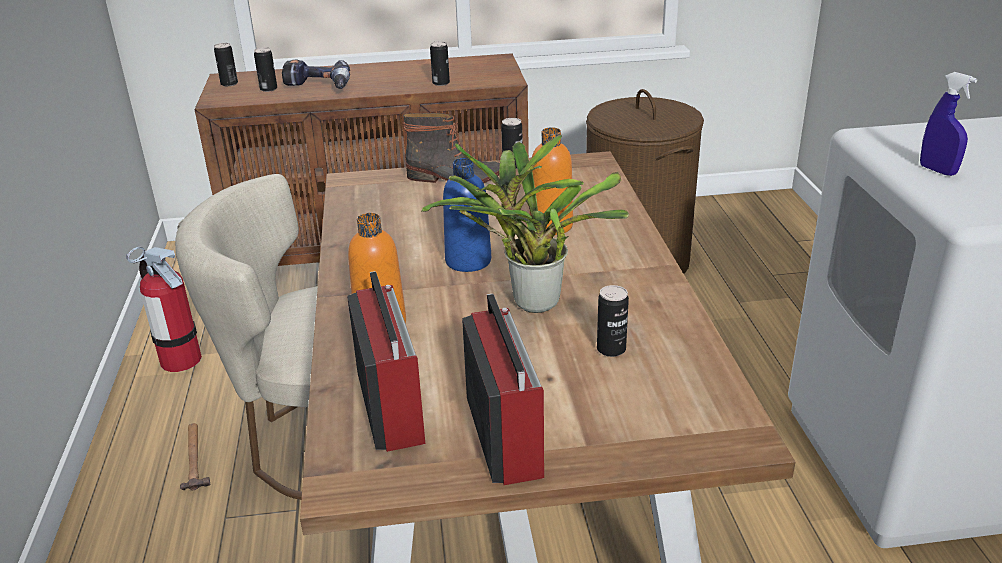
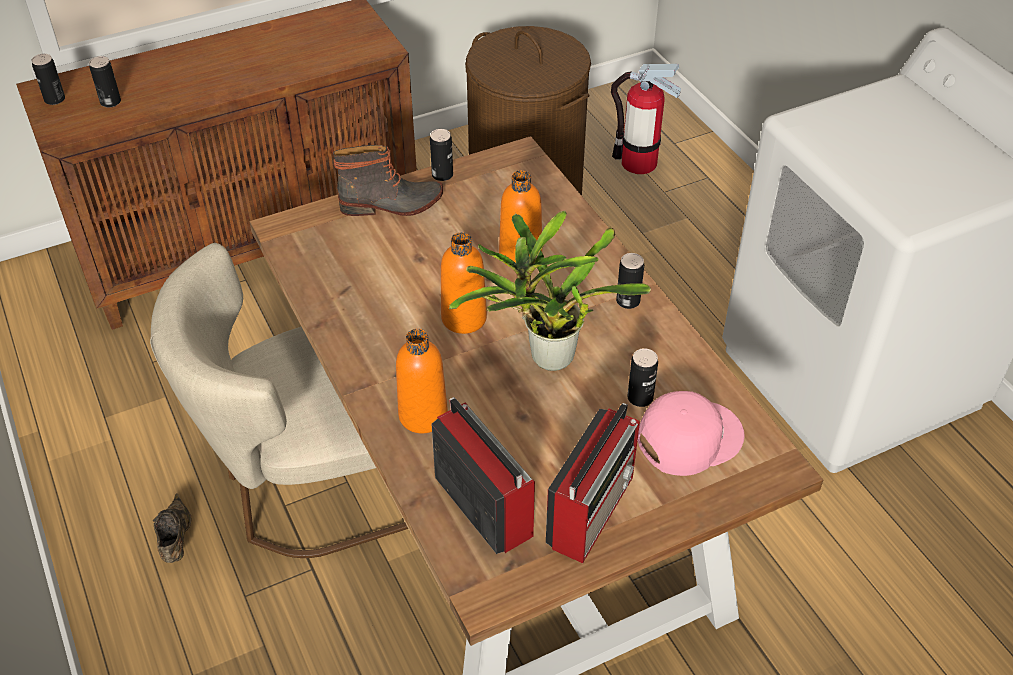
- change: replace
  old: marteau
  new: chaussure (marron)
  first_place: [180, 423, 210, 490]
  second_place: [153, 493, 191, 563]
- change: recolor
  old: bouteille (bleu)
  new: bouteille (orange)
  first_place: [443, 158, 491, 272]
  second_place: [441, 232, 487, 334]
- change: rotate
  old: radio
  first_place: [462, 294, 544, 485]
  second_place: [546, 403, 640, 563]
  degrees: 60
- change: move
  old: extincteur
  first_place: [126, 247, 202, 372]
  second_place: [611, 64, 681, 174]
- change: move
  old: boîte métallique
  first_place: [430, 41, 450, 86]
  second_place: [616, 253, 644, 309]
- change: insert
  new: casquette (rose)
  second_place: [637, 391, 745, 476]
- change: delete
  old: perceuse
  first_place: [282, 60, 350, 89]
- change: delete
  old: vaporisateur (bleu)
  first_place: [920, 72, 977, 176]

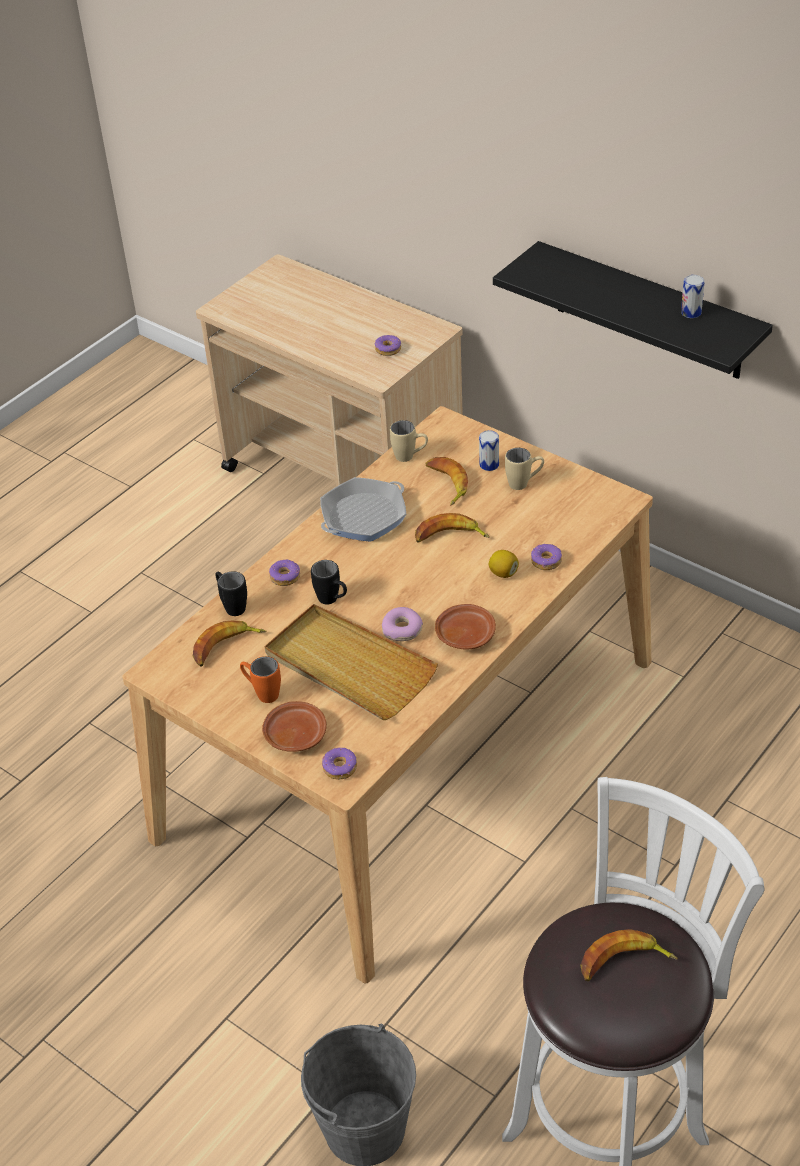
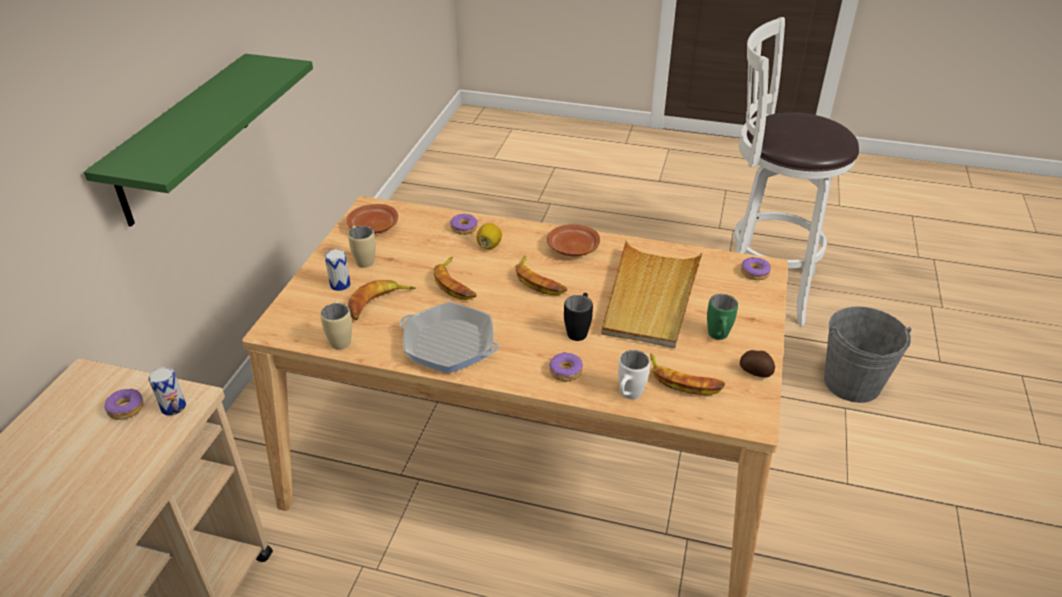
- change: recolor
  old: étagère (noir)
  new: étagère (vert)
  first_place: [493, 241, 773, 379]
  second_place: [84, 54, 313, 227]
- change: move
  old: boîte métallique
  first_place: [681, 275, 705, 318]
  second_place: [149, 367, 186, 416]
- change: move
  old: assiette (marron)
  first_place: [262, 701, 327, 752]
  second_place: [347, 204, 398, 234]
- change: move
  old: banane
  first_place: [580, 929, 677, 981]
  second_place: [515, 255, 567, 295]
- change: recolor
  old: mug (noir)
  new: mug (blanc)
  first_place: [215, 571, 247, 616]
  second_place: [618, 350, 650, 399]
- change: recolor
  old: mug (orange)
  new: mug (vert)
  first_place: [240, 656, 281, 703]
  second_place: [707, 294, 738, 340]
- change: insert
  new: pomme de terre
  second_place: [740, 350, 775, 377]
- change: delete
  old: beignet
  first_place: [382, 607, 423, 641]

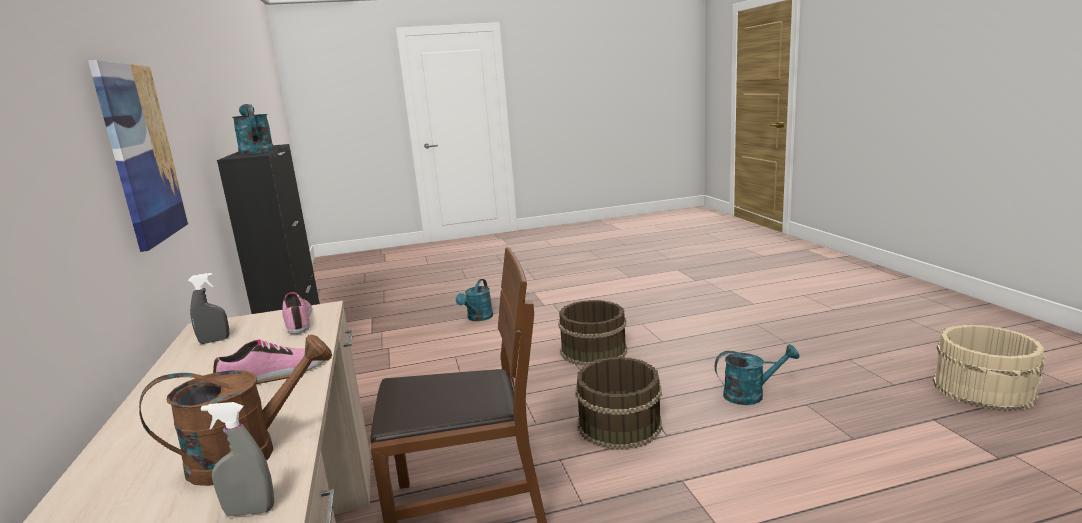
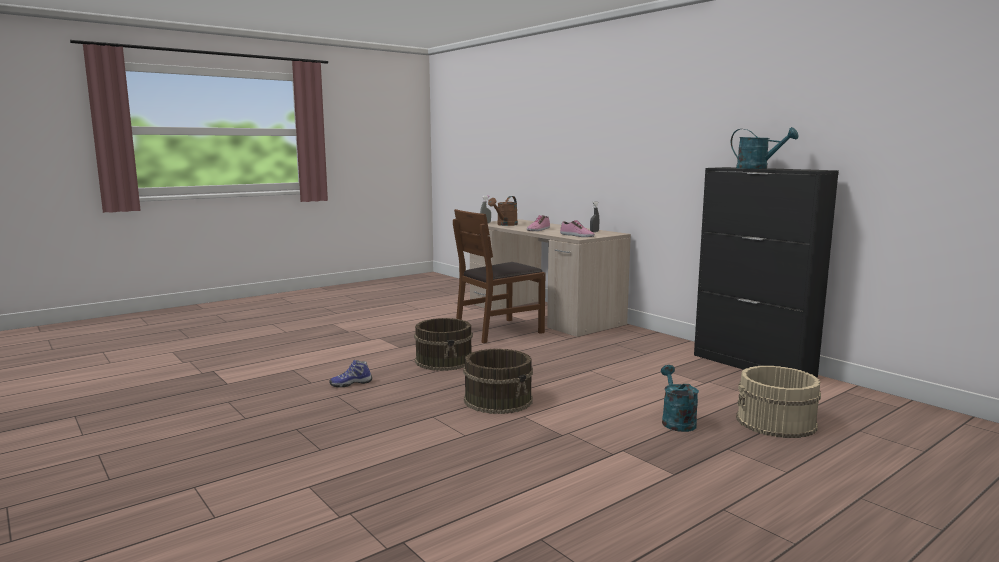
- change: replace
  old: arrosoir (turquoise)
  new: chaussure
  first_place: [715, 344, 800, 405]
  second_place: [330, 360, 372, 388]
- change: move
  old: seau (beige)
  first_place: [933, 325, 1047, 412]
  second_place: [736, 366, 821, 438]
- change: delete
  old: tableau
  first_place: [88, 60, 189, 252]

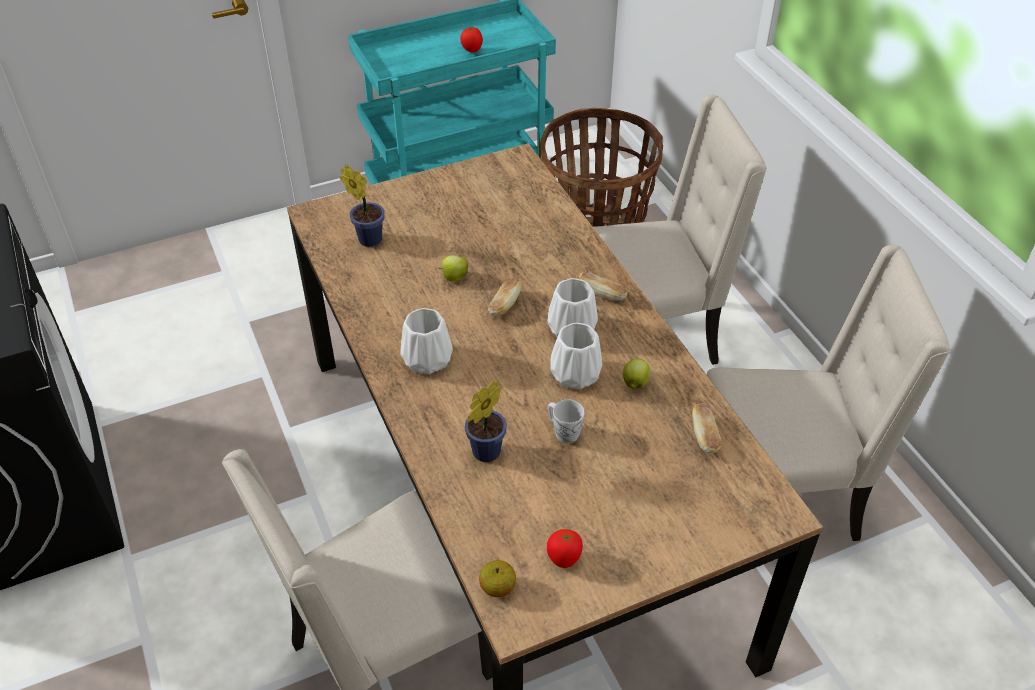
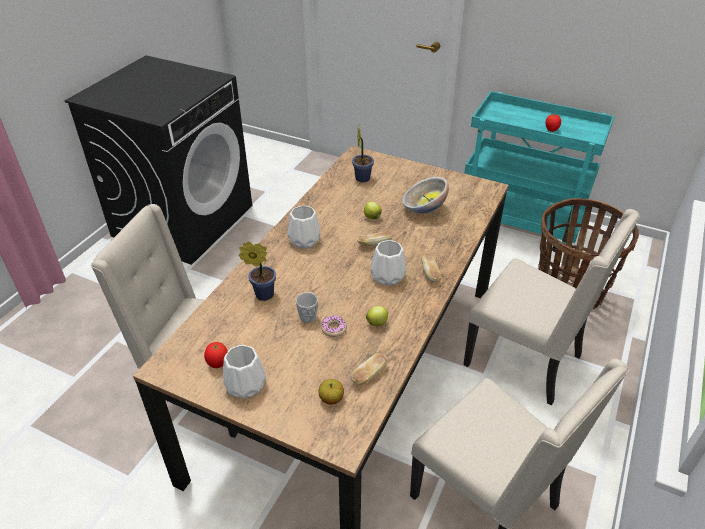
- change: move
  old: vase (blanc)
  first_place: [550, 323, 602, 390]
  second_place: [223, 345, 266, 399]
- change: move
  old: pomme
  first_place: [479, 560, 516, 597]
  second_place: [318, 379, 344, 405]
- change: insert
  new: beignet
  second_place: [321, 315, 347, 337]
- change: insert
  new: bol
  second_place: [402, 177, 449, 214]

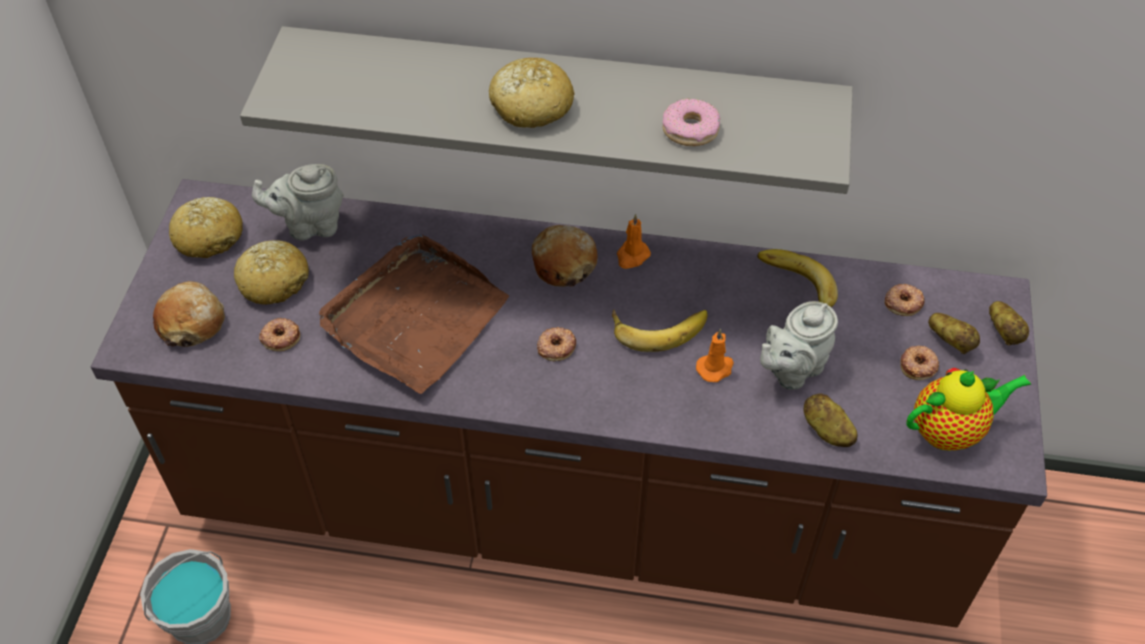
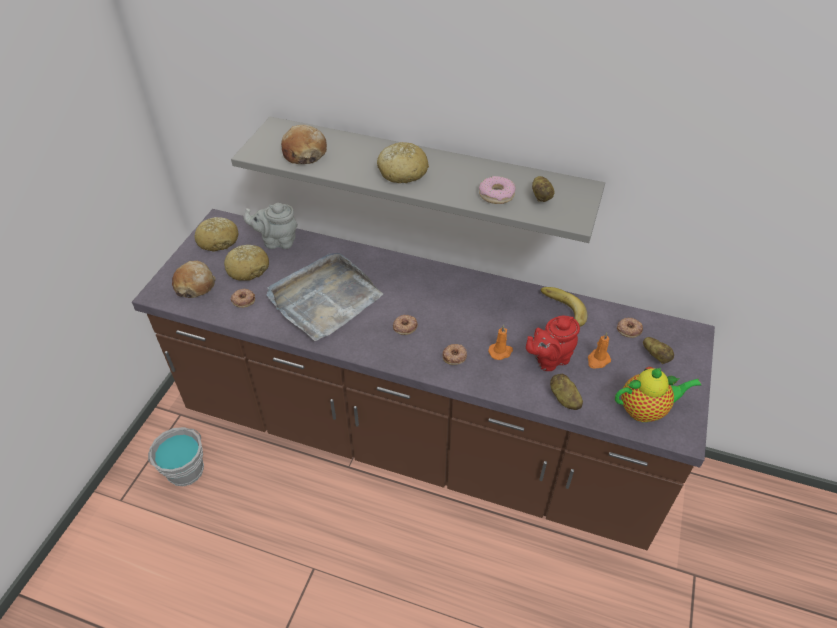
- change: recolor
  old: plateau (marron)
  new: plateau (gris)
  first_place: [319, 234, 509, 394]
  second_place: [266, 253, 383, 341]
- change: move
  old: pain
  first_place: [532, 225, 598, 287]
  second_place: [281, 125, 327, 164]
- change: move
  old: beignet
  first_place: [900, 346, 939, 380]
  second_place: [443, 344, 467, 365]
- change: recolor
  old: théière (gris)
  new: théière (rouge)
  first_place: [760, 301, 838, 390]
  second_place: [526, 316, 580, 371]
- change: move
  old: pomme de terre
  first_place: [989, 301, 1029, 346]
  second_place: [532, 176, 554, 202]
- change: move
  old: bougie (orange)
  first_place: [617, 214, 651, 269]
  second_place: [588, 333, 611, 368]
- change: delete
  old: banane
  first_place: [612, 309, 708, 352]

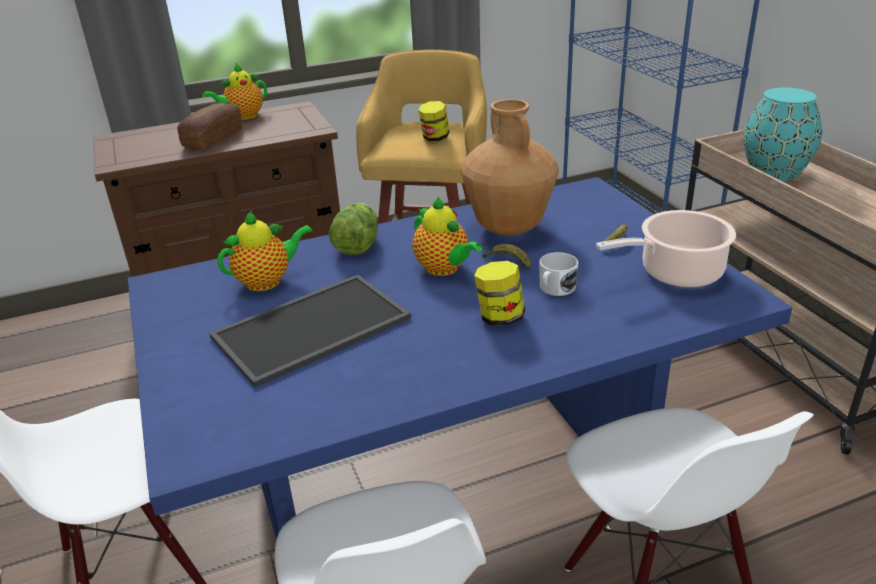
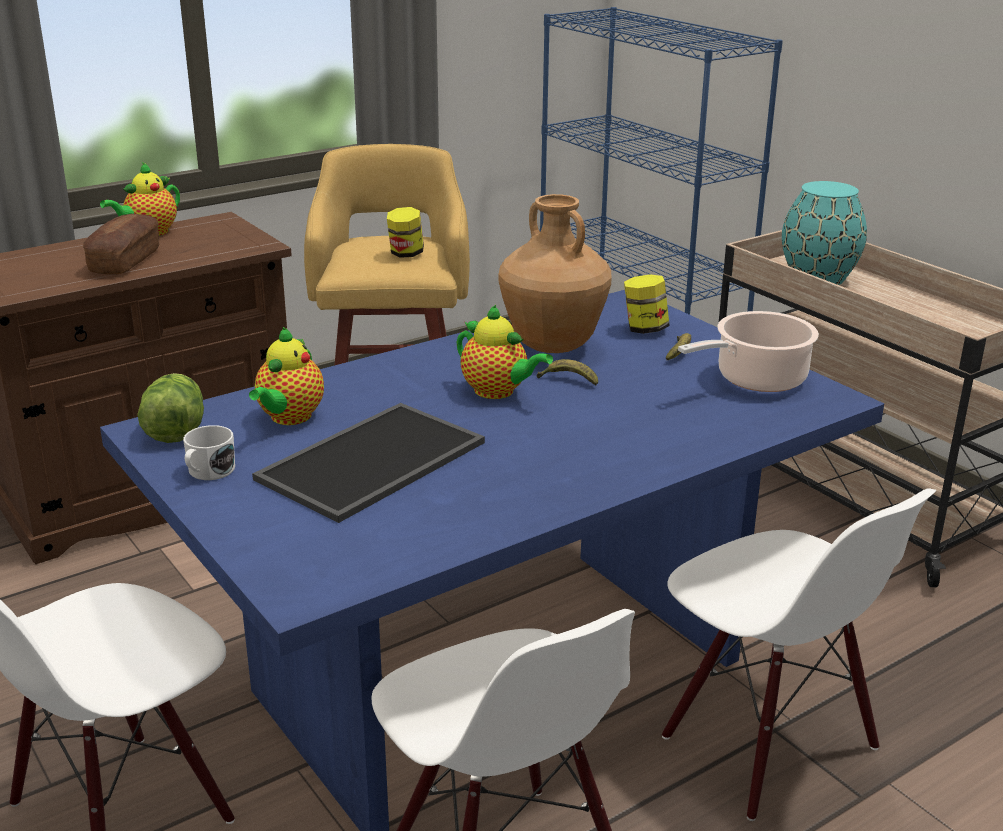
- change: move
  old: laitue
  first_place: [329, 203, 378, 255]
  second_place: [137, 373, 204, 443]
- change: move
  old: mug (blanc)
  first_place: [539, 252, 578, 296]
  second_place: [183, 425, 235, 480]
- change: rotate
  old: théière
  first_place: [217, 211, 313, 291]
  second_place: [249, 327, 324, 425]
  degrees: 150
- change: move
  old: bocal
  first_place: [474, 261, 525, 326]
  second_place: [624, 274, 670, 334]

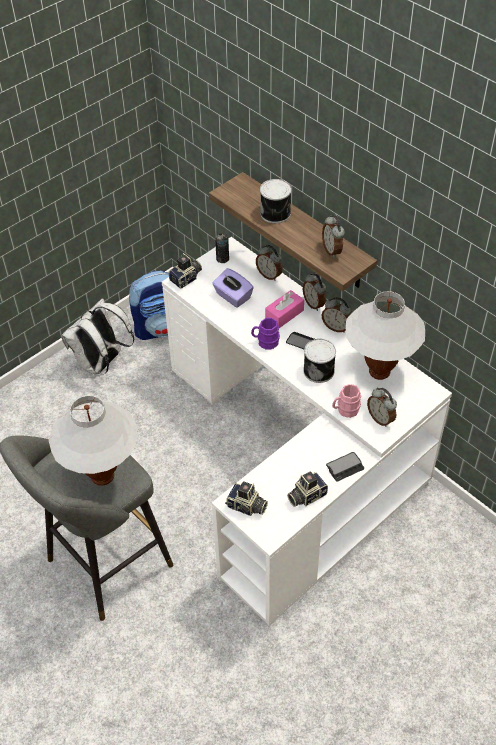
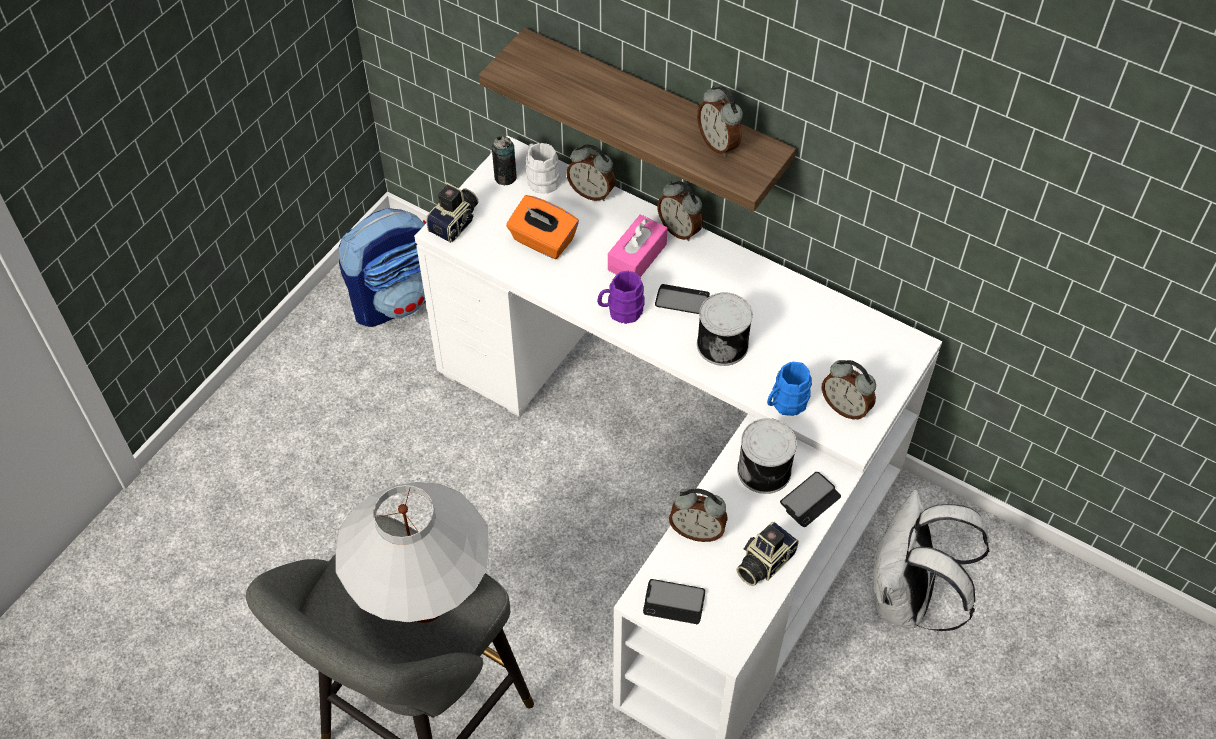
- change: recolor
  old: boîte à mouchoirs (violet)
  new: boîte à mouchoirs (orange)
  first_place: [212, 268, 254, 308]
  second_place: [506, 195, 579, 259]
- change: insert
  new: mug (blanc)
  second_place: [526, 143, 560, 194]
- change: replace
  old: appareil photo
  new: téléphone
  first_place: [225, 481, 268, 516]
  second_place: [643, 579, 705, 624]
- change: move
  old: réveil
  first_place: [322, 297, 352, 332]
  second_place: [669, 488, 728, 542]
- change: move
  old: boîte métallique
  first_place: [260, 179, 291, 223]
  second_place: [737, 418, 797, 494]
- change: recolor
  old: mug (rose)
  new: mug (bleu)
  first_place: [332, 384, 361, 418]
  second_place: [767, 362, 812, 416]
- change: move
  old: sac à dos (blanc)
  first_place: [61, 298, 134, 375]
  second_place: [872, 490, 989, 631]
- change: delete
  old: lampe de table (blanc)
  first_place: [346, 291, 425, 380]

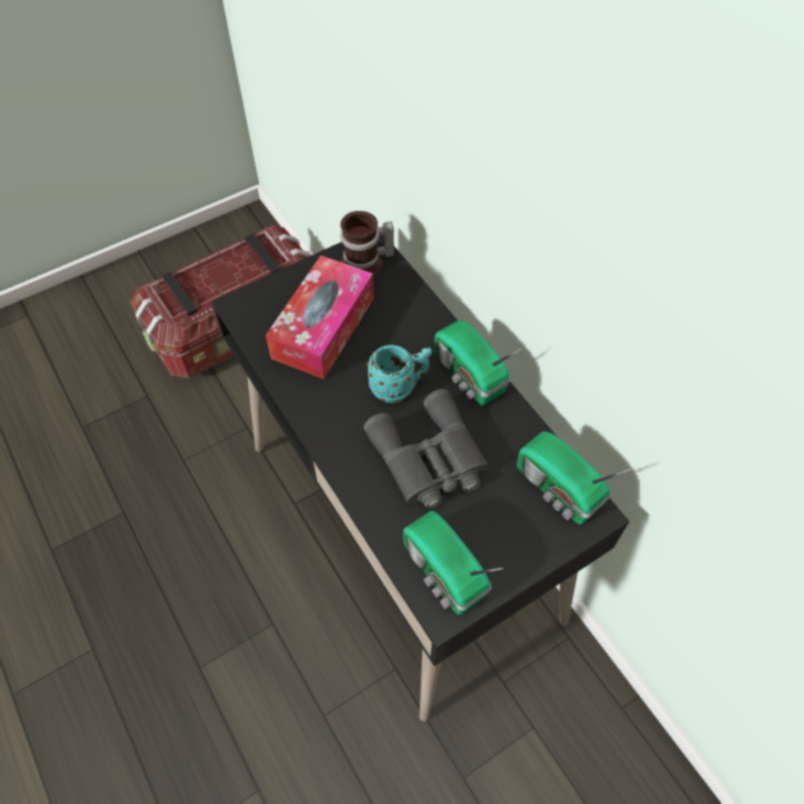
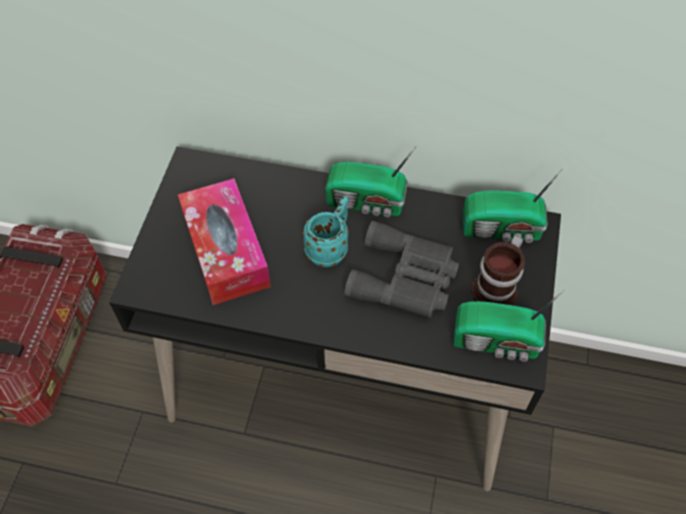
- change: move
  old: mug
  first_place: [340, 211, 394, 277]
  second_place: [471, 236, 525, 305]

